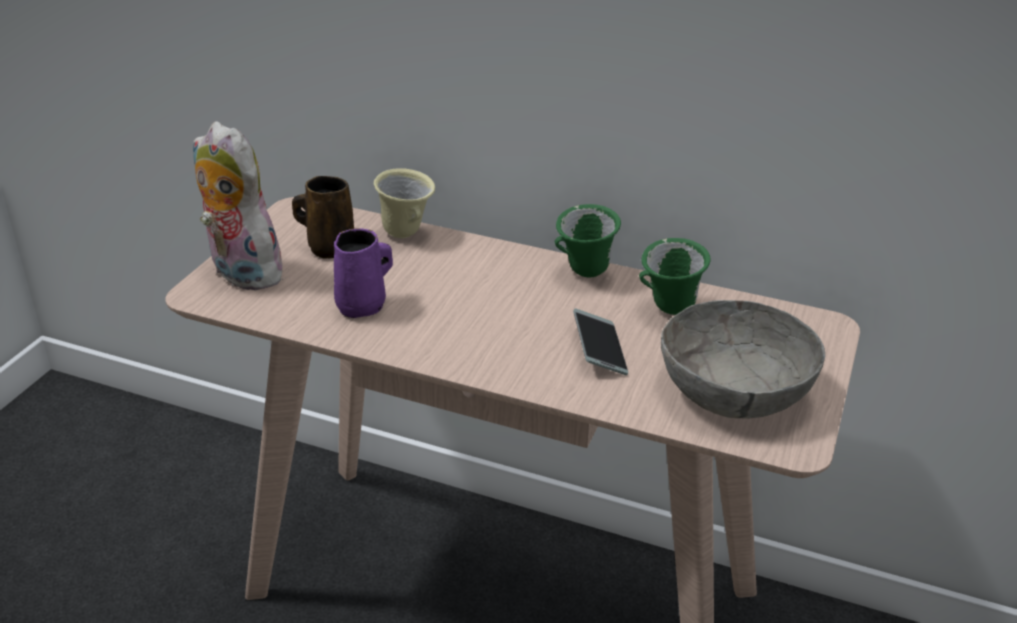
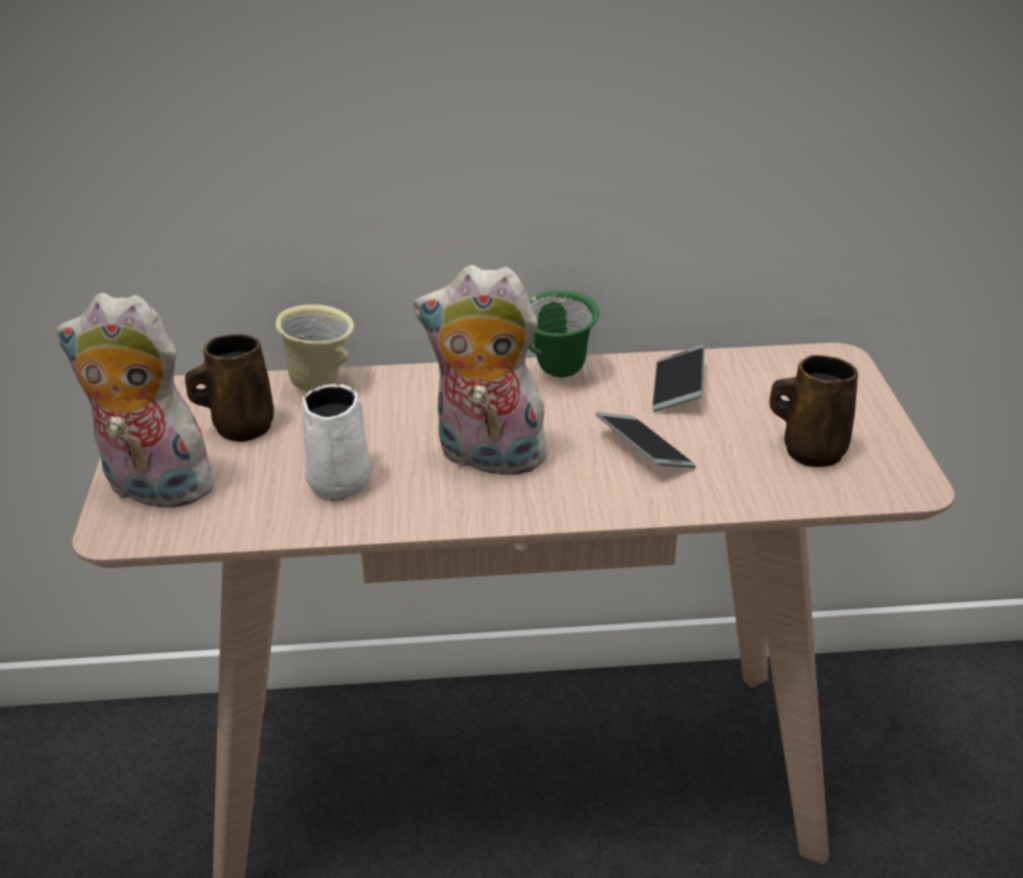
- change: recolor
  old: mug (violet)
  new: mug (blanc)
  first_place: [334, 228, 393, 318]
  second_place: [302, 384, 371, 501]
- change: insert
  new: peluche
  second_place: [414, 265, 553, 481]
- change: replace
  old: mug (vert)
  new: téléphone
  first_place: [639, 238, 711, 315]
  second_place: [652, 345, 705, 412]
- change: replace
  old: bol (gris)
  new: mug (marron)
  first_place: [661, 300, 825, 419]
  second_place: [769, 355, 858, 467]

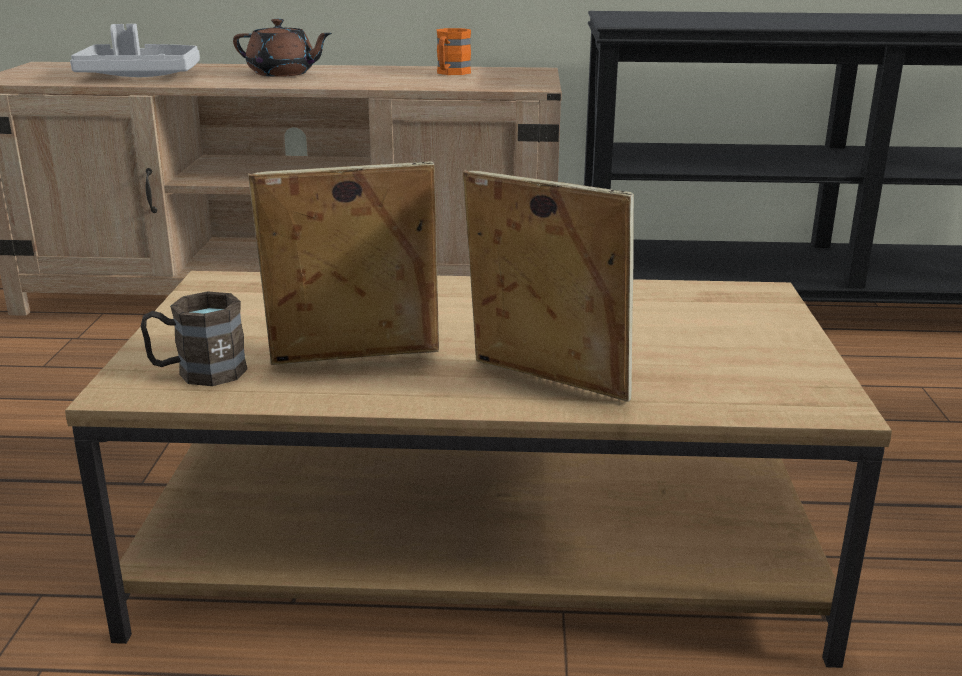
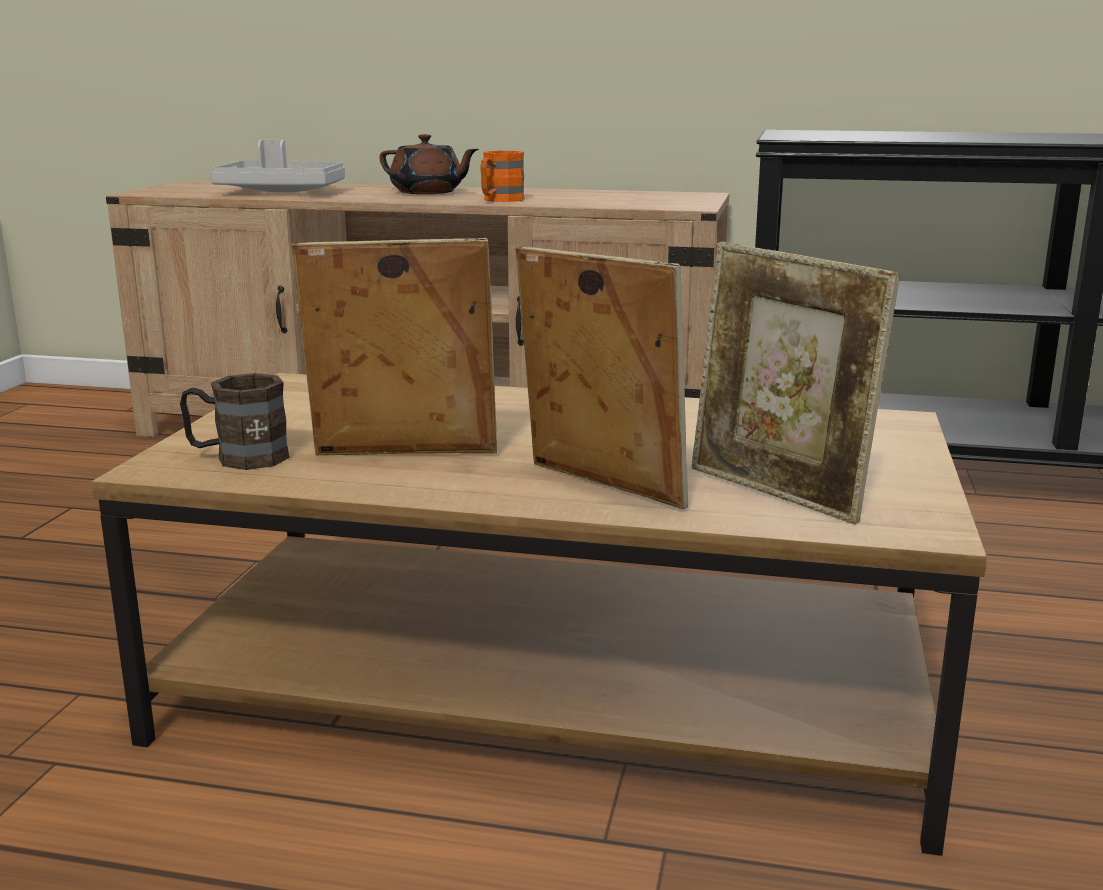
- change: move
  old: mug (orange)
  first_place: [436, 28, 471, 75]
  second_place: [480, 151, 525, 202]
- change: insert
  new: cadre photo
  second_place: [692, 242, 900, 524]

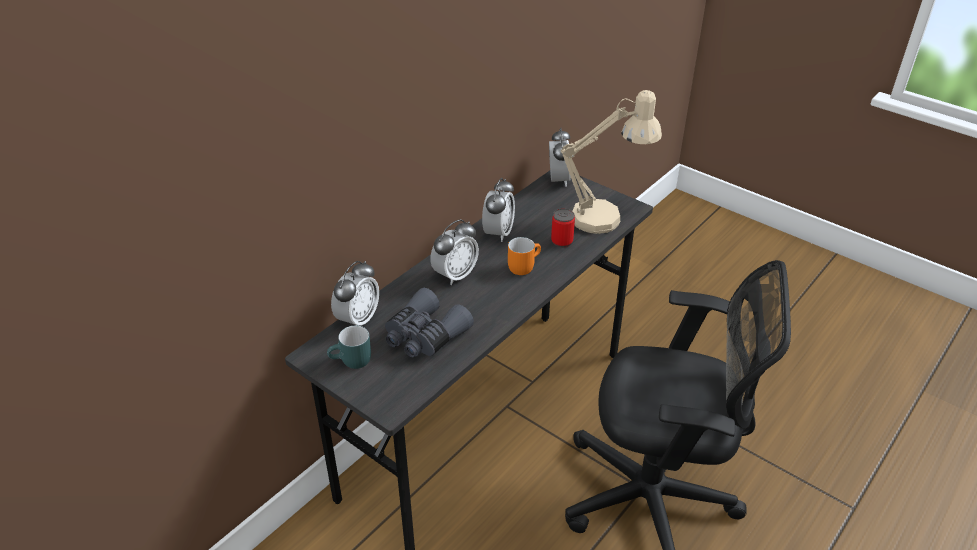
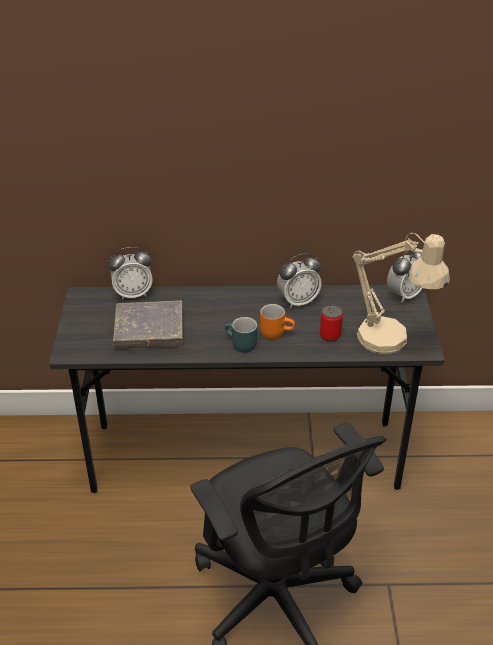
- change: replace
  old: jumelles (gris)
  new: livre (gris)
  first_place: [385, 288, 474, 358]
  second_place: [113, 300, 183, 349]
- change: move
  old: mug (turquoise)
  first_place: [327, 326, 371, 369]
  second_place: [225, 317, 257, 353]
- change: delete
  old: réveil
  first_place: [430, 219, 479, 285]

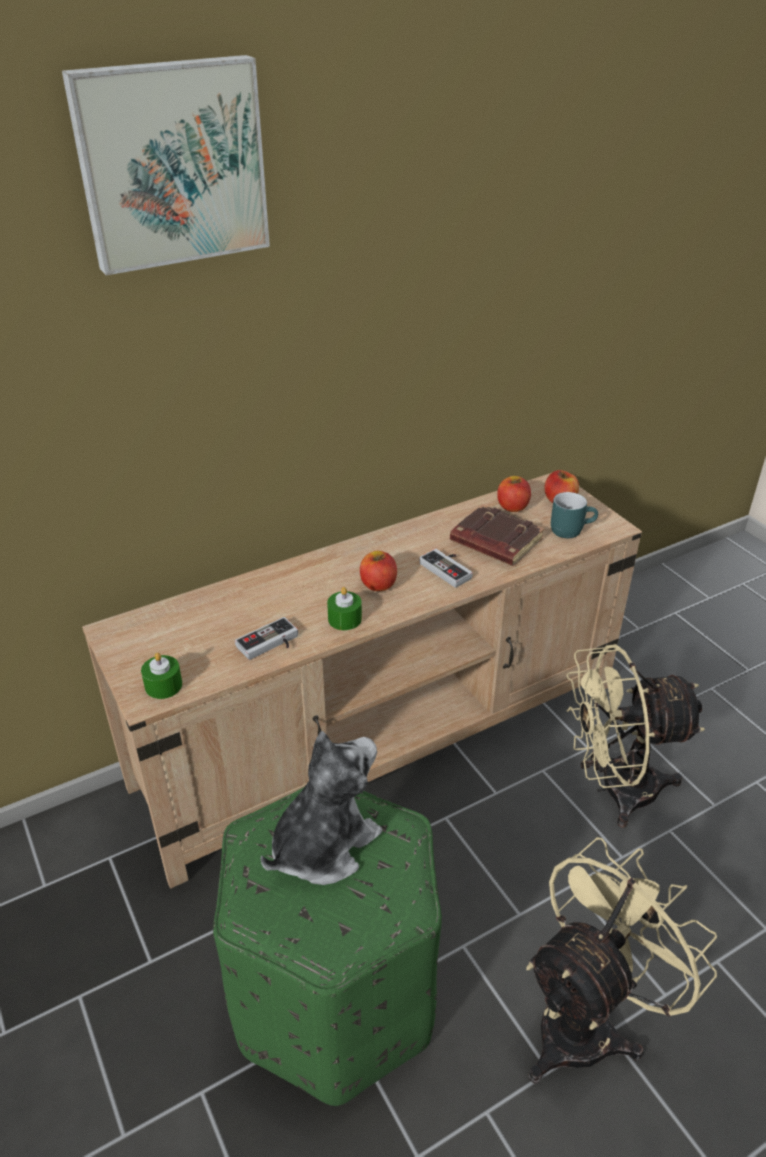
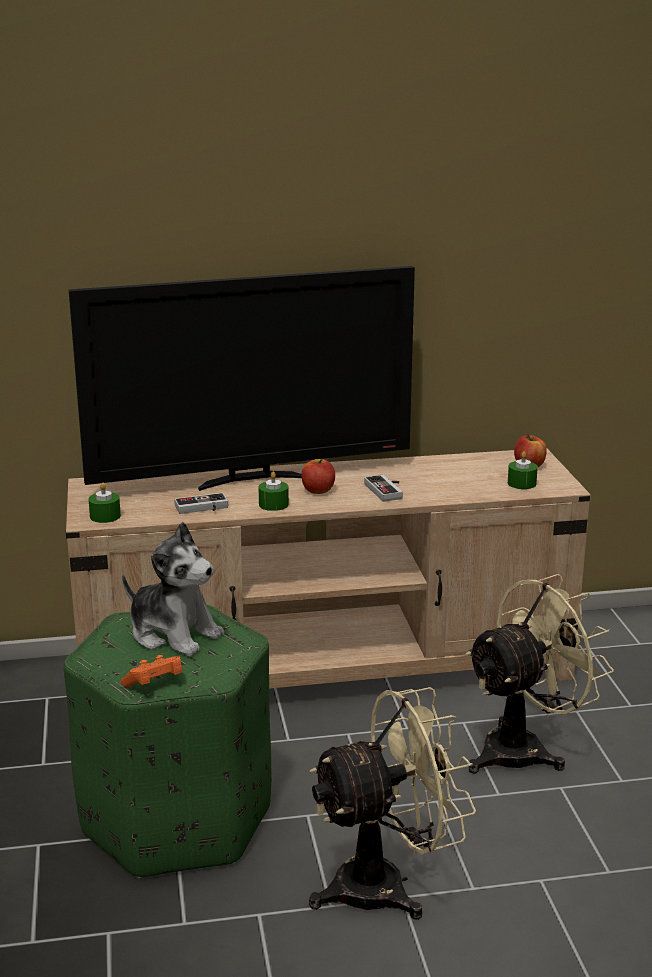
- change: insert
  new: téléviseur
  second_place: [68, 266, 415, 491]
- change: insert
  new: manette (orange)
  second_place: [120, 655, 183, 687]
- change: rotate
  old: peluche
  first_place: [260, 731, 382, 885]
  second_place: [122, 522, 224, 656]
  degrees: 60
- change: rotate
  old: ventilateur (beige)
  first_place: [566, 644, 705, 828]
  second_place: [465, 574, 614, 773]
  degrees: 135
- change: replace
  old: mug (turquoise)
  new: bougie (vert)
  first_place: [551, 492, 598, 538]
  second_place: [508, 451, 538, 489]
- change: delete
  old: tableau
  first_place: [62, 55, 270, 275]
- change: delete
  old: livre (marron)
  first_place: [450, 504, 544, 566]
- change: delete
  old: pomme
  first_place: [497, 476, 531, 512]

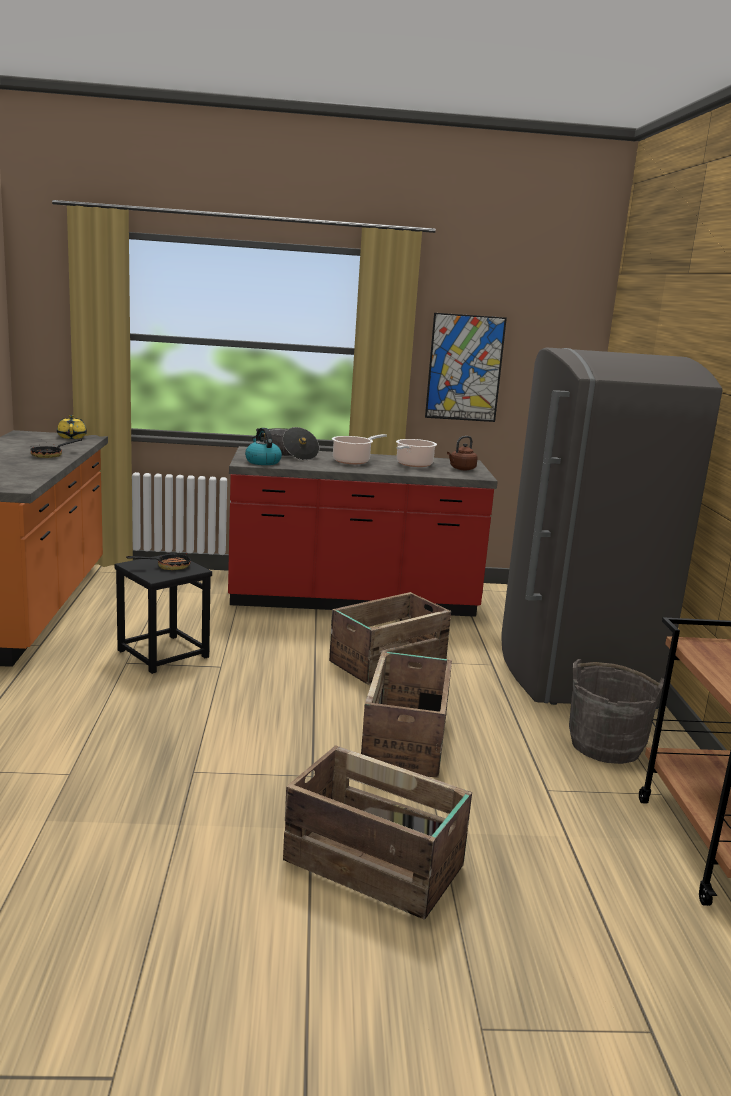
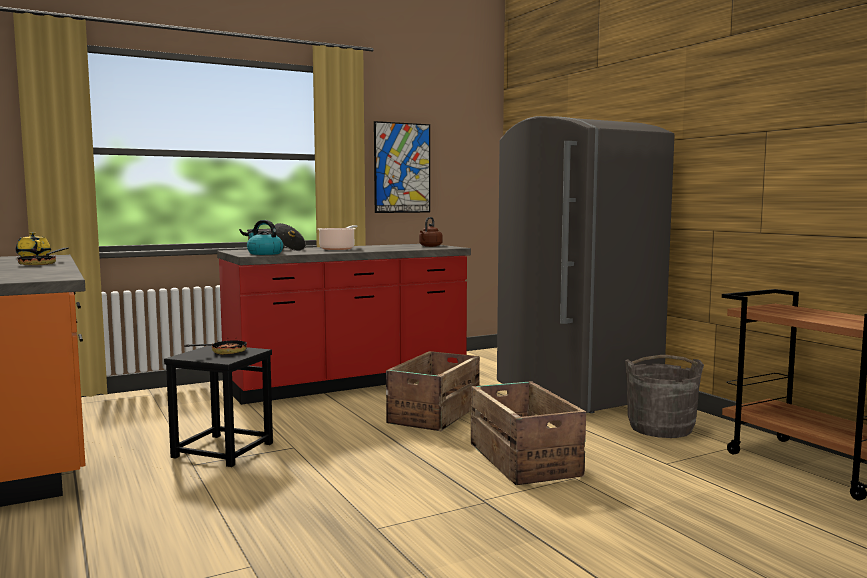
- change: delete
  old: caisse
  first_place: [283, 745, 472, 920]
- change: delete
  old: marmite
  first_place: [396, 439, 437, 467]

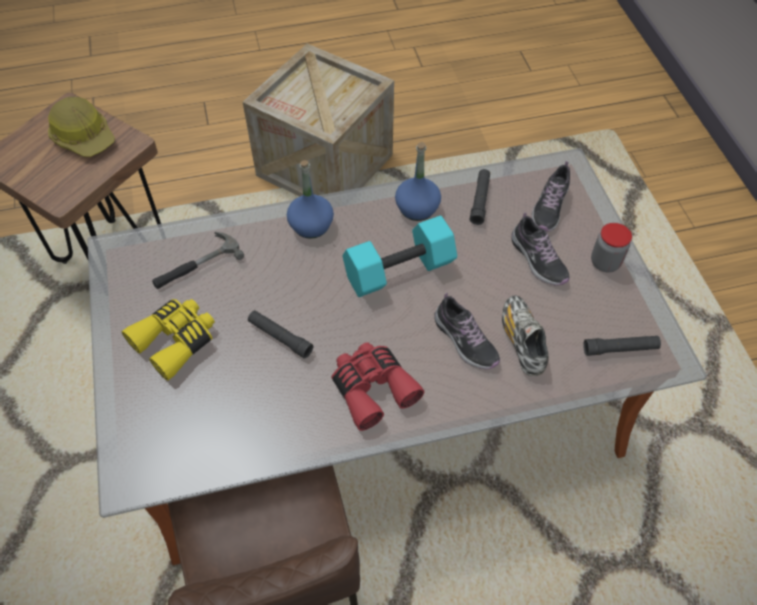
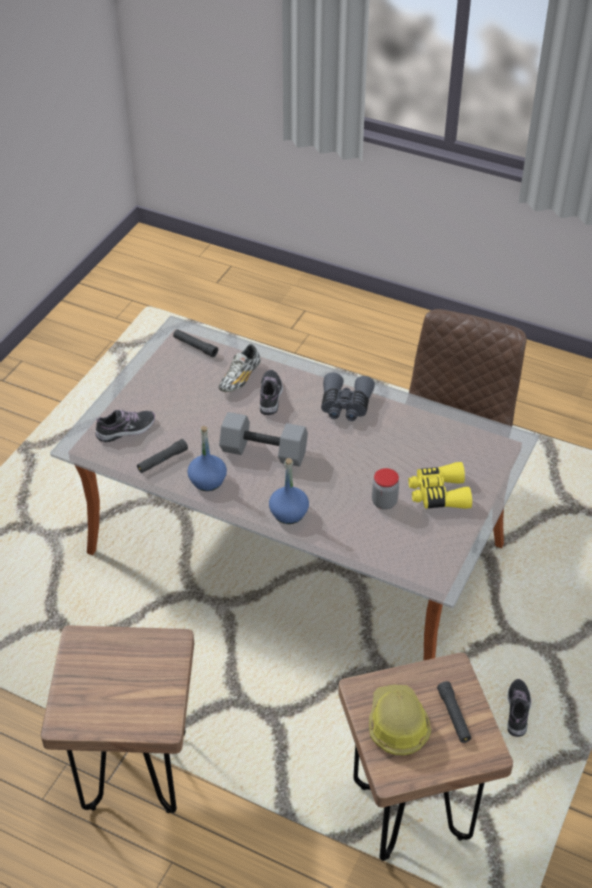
- change: replace
  old: caisse
  new: tabouret (marron)
  first_place: [243, 44, 394, 196]
  second_place: [41, 625, 194, 813]
- change: recolor
  old: haltère (turquoise)
  new: haltère (gris)
  first_place: [342, 215, 457, 297]
  second_place: [219, 412, 308, 467]
- change: recolor
  old: jumelles (rouge)
  new: jumelles (gris)
  first_place: [332, 342, 424, 431]
  second_place: [321, 372, 375, 421]
- change: move
  old: bocal
  first_place: [591, 223, 632, 272]
  second_place: [372, 468, 399, 510]
- change: move
  old: lampe de poche (noir)
  first_place: [248, 310, 314, 359]
  second_place: [437, 681, 471, 743]
- change: move
  old: chaussure
  first_place: [511, 212, 570, 286]
  second_place: [507, 679, 531, 737]
- change: delete
  old: marteau
  first_place: [152, 232, 244, 289]

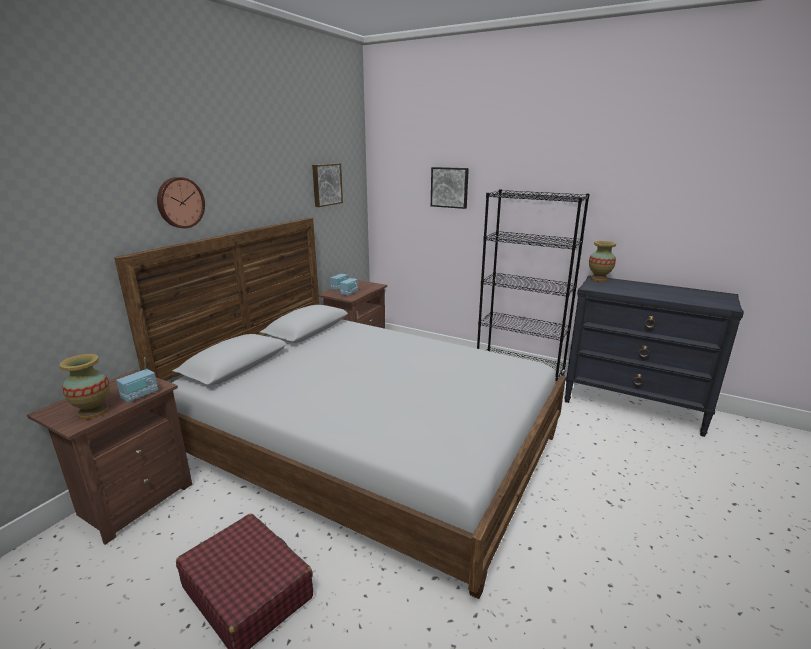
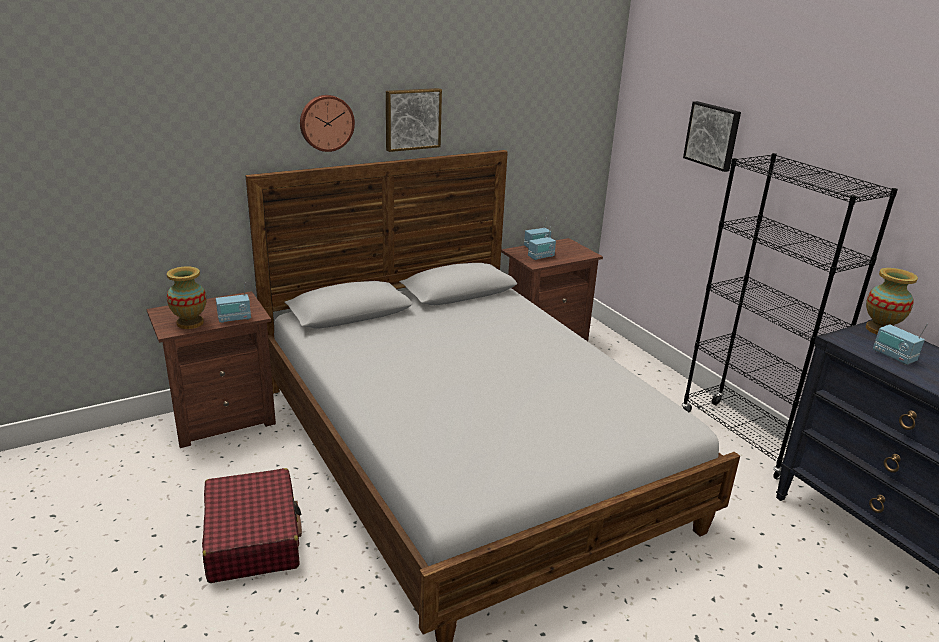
- change: move
  old: tableau
  first_place: [312, 163, 343, 207]
  second_place: [386, 88, 442, 152]
- change: insert
  new: radio
  second_place: [873, 324, 928, 365]

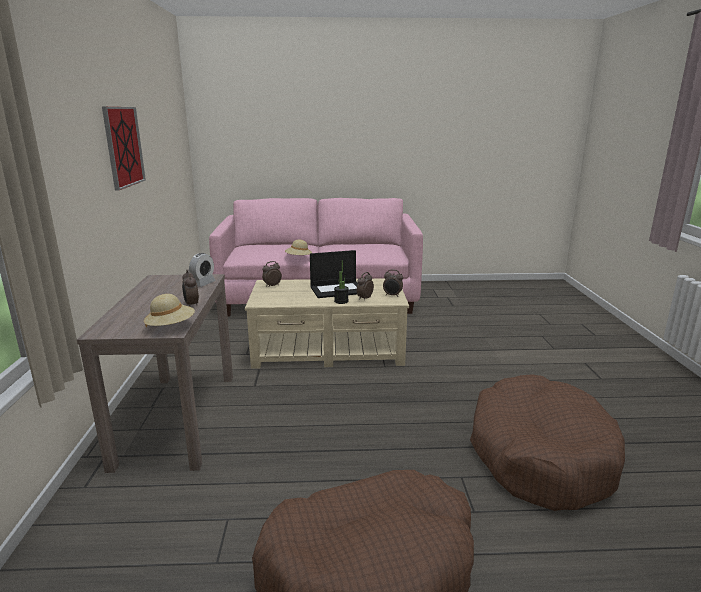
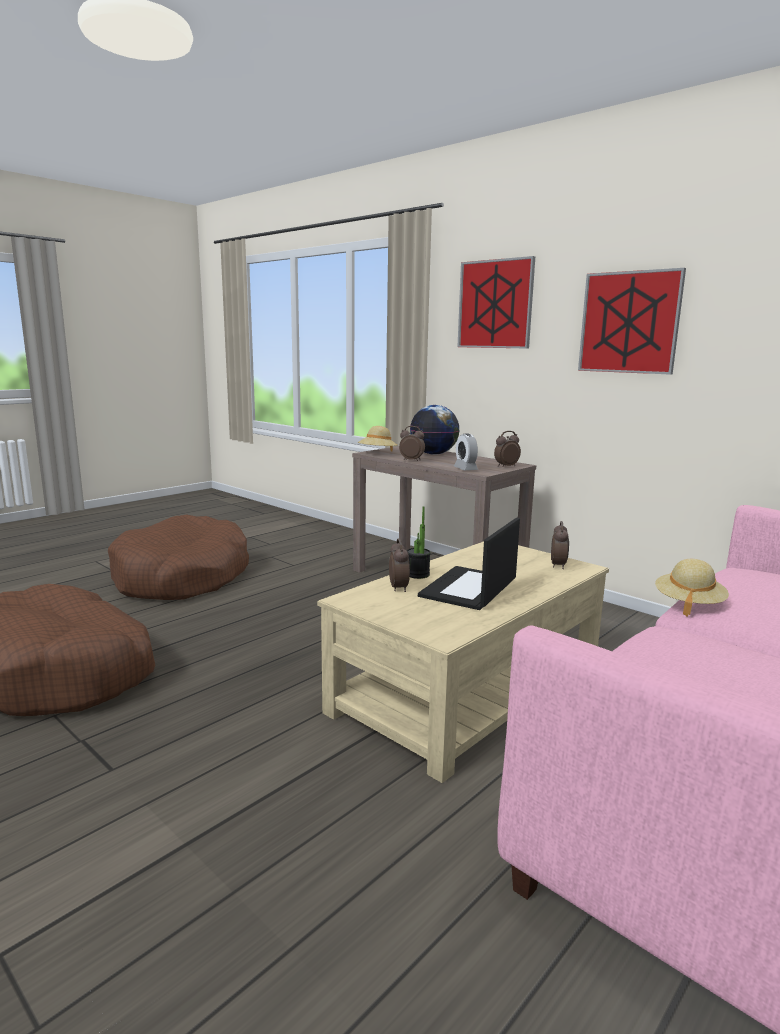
- change: insert
  new: globe
  second_place: [410, 405, 460, 455]
- change: insert
  new: tableau
  second_place: [457, 256, 535, 349]
- change: move
  old: réveil
  first_place: [383, 269, 403, 297]
  second_place: [494, 431, 521, 467]

